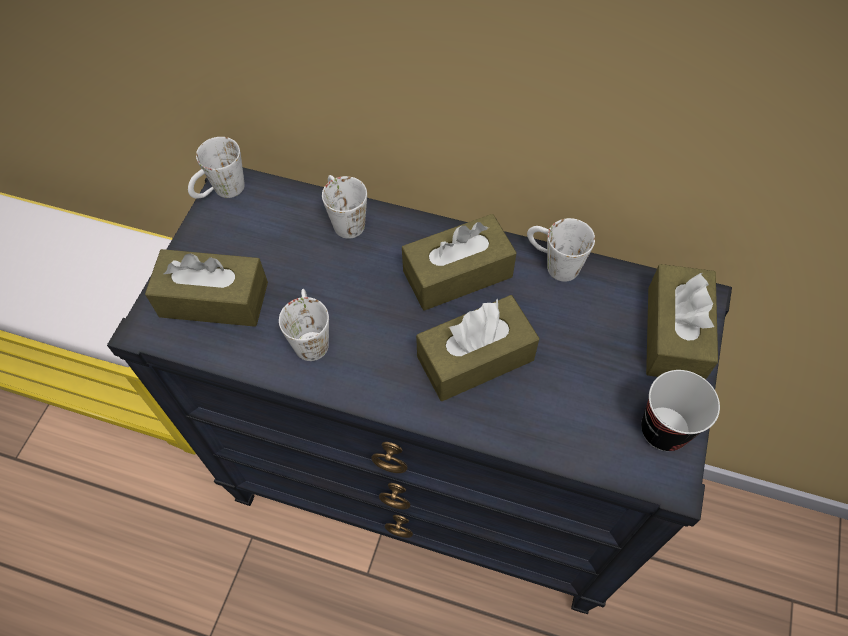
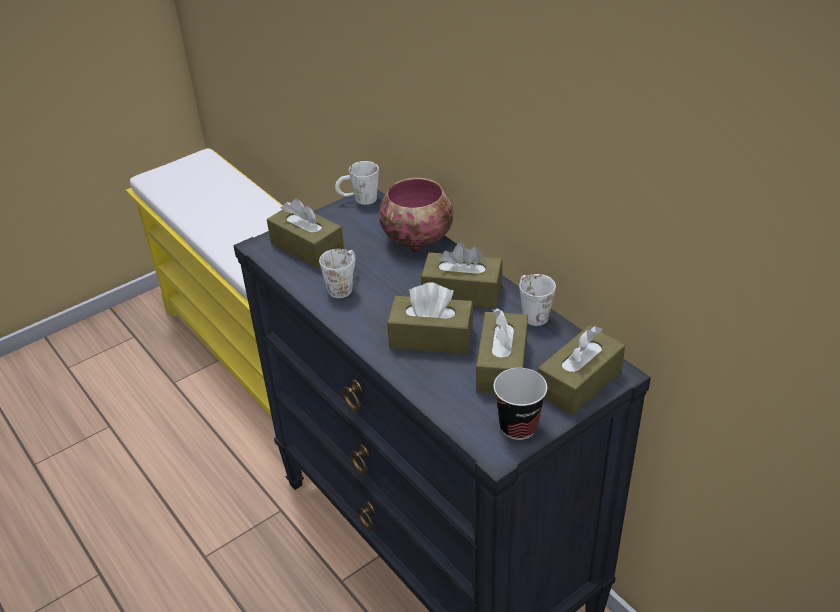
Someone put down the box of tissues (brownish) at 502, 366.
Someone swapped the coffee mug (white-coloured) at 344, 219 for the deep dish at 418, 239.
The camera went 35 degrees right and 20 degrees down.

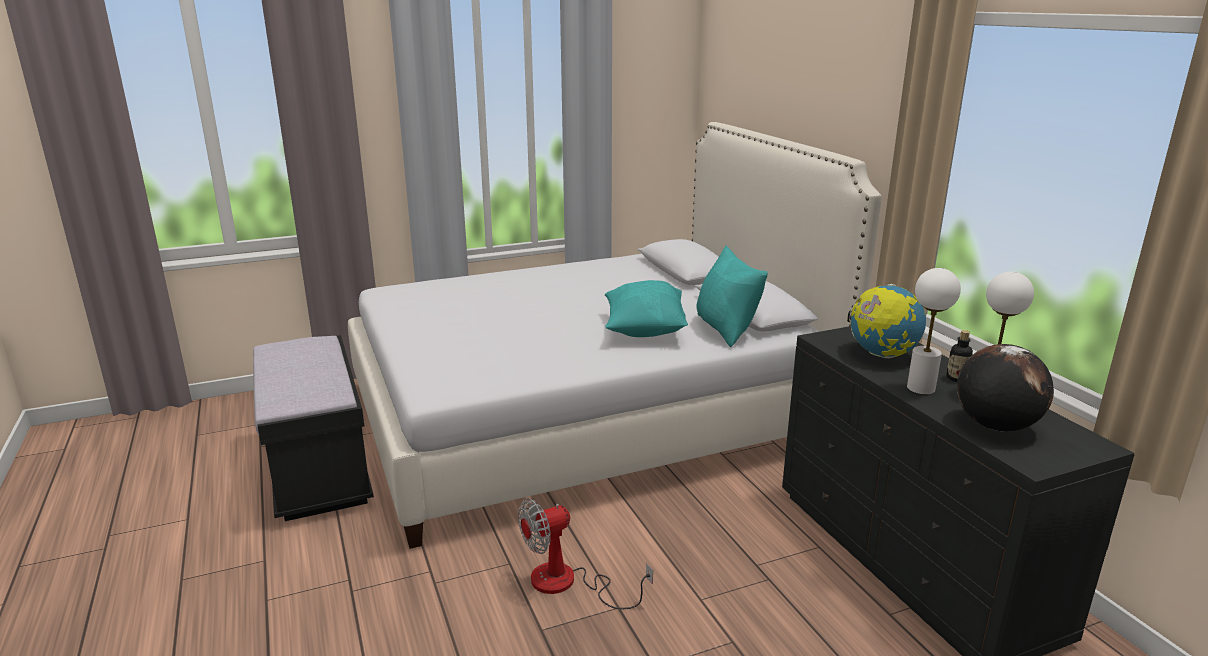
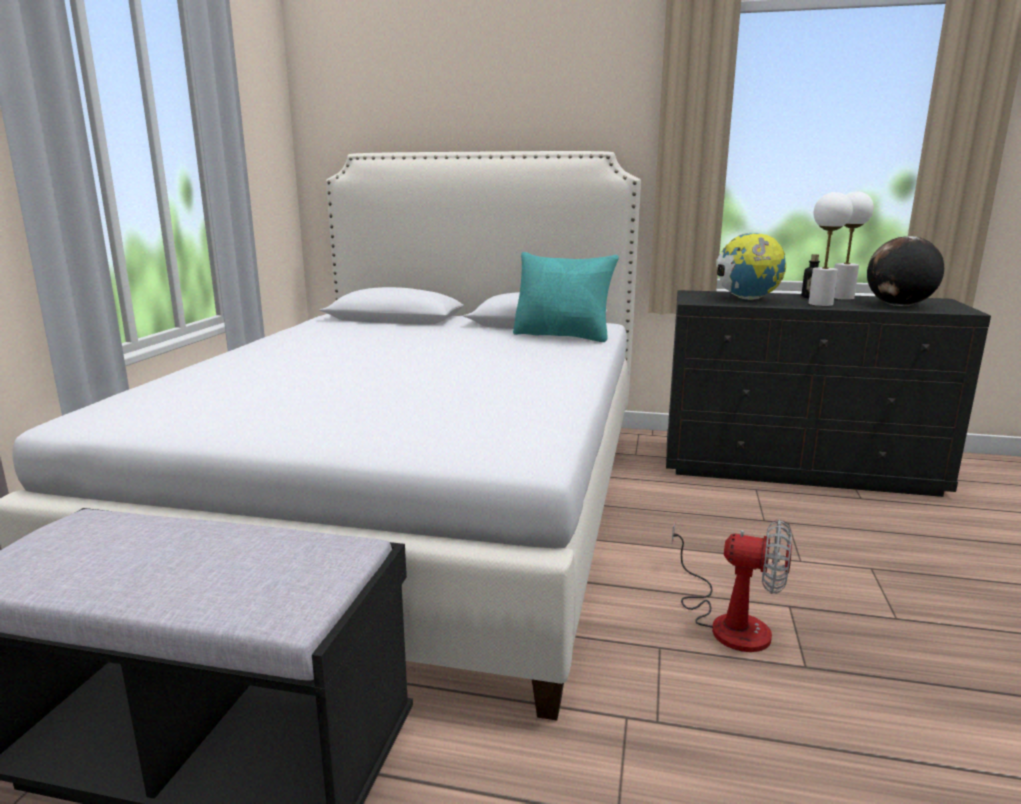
Someone took away the pillow (turquoise) at 644, 330.
Someone rotated the electric fan at 568, 583 by 75 degrees counterclockwise.
The camera went 55 degrees left and 5 degrees down.

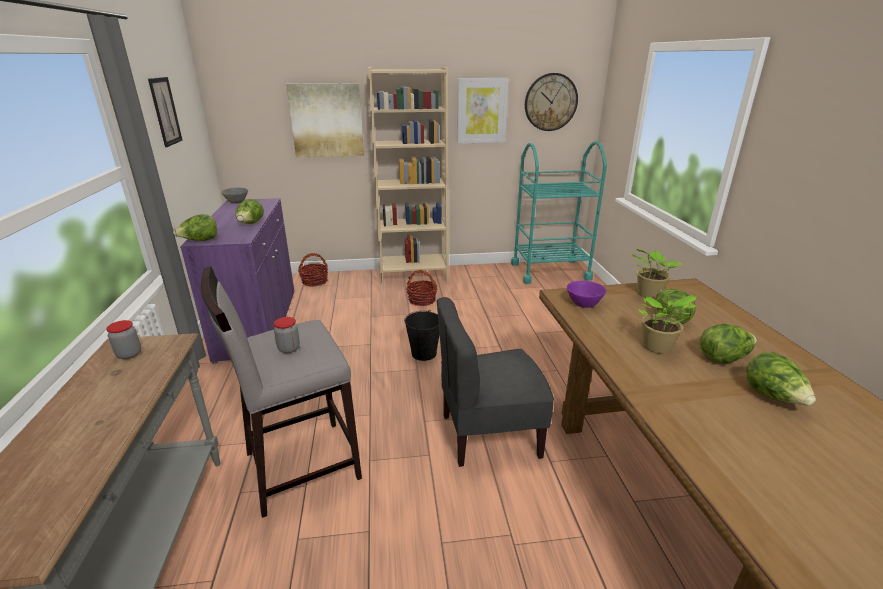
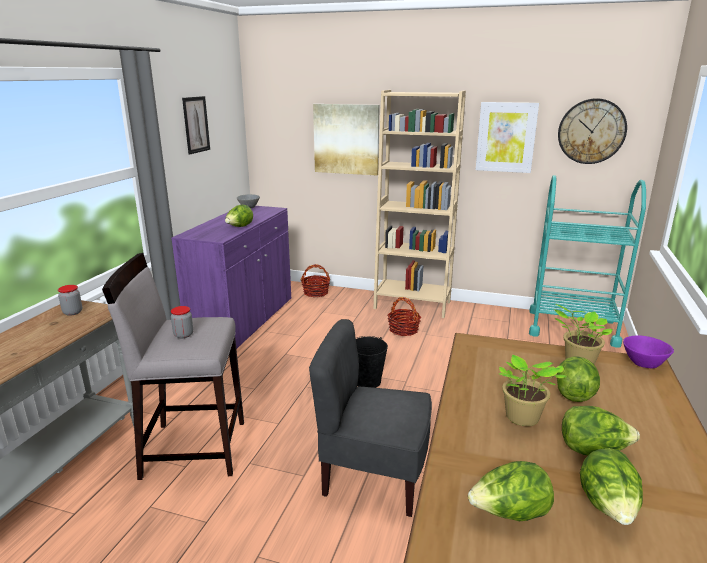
Someone carried the head of lettuce from 200, 241 to 509, 514.
Someone carried the deep dish (purplish) from 583, 303 to 643, 362.
The camera went 25 degrees right and 5 degrees down.

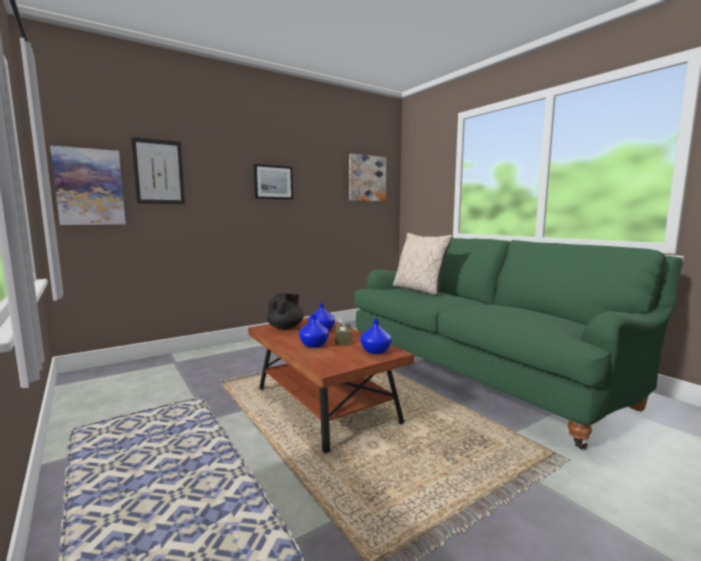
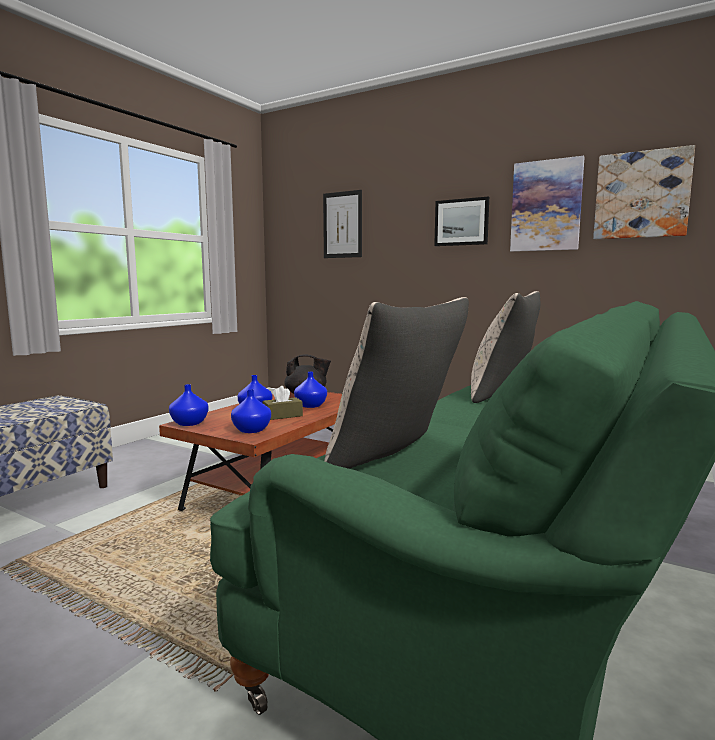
Someone put down the vase (blue) at 189, 423.
Someone put down the pillow (sand-coloured) at 396, 456.
Someone carried the wall picture from 89, 187 to 546, 206.
The camera went 65 degrees right and 0 degrees up.

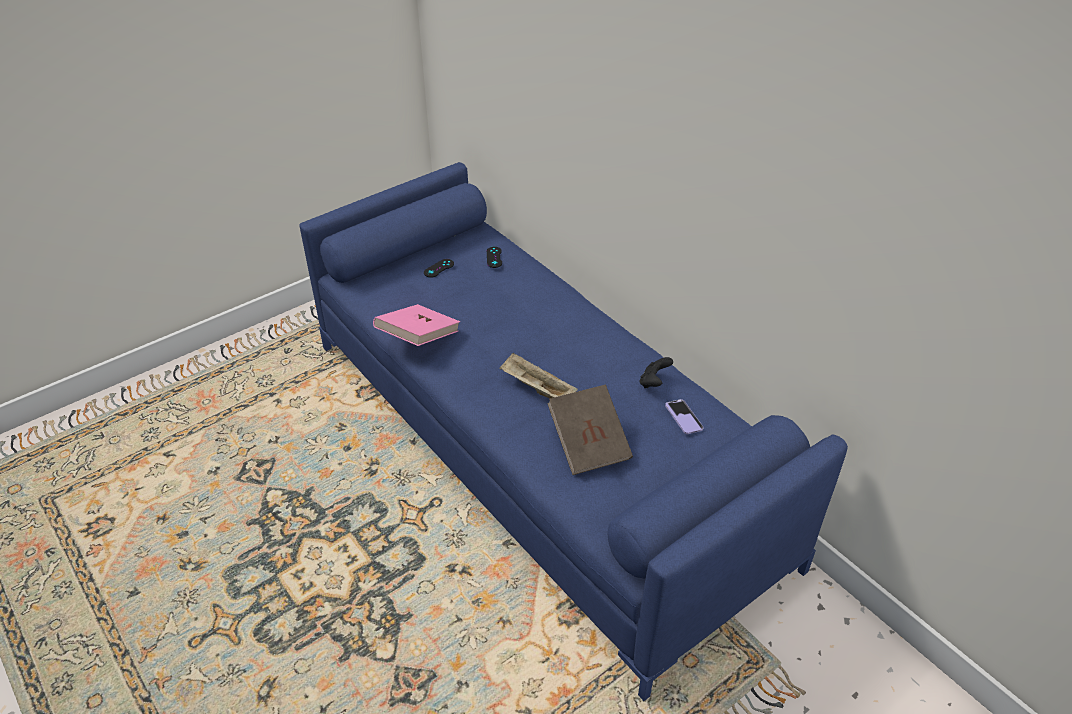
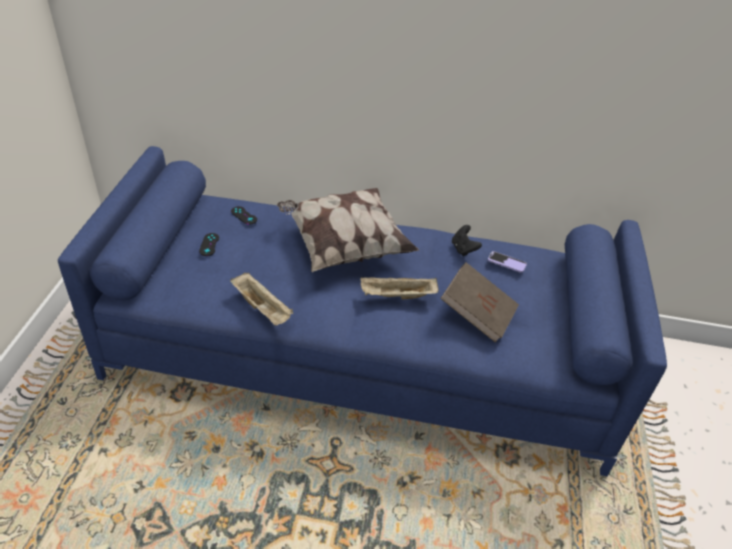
Someone put down the pillow at 344, 246.
Someone swapped the volume (pinkish) at 418, 338 for the carrying tray (sand-coloured) at 262, 308.
The camera went 45 degrees left and 0 degrees up.

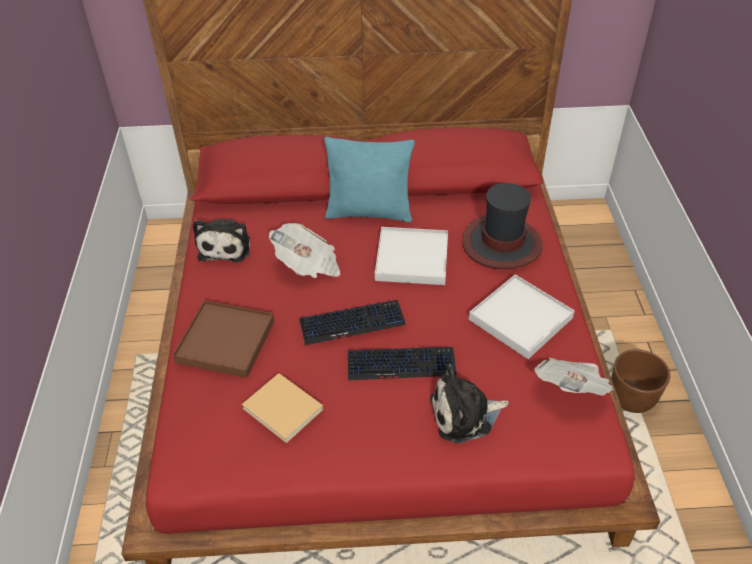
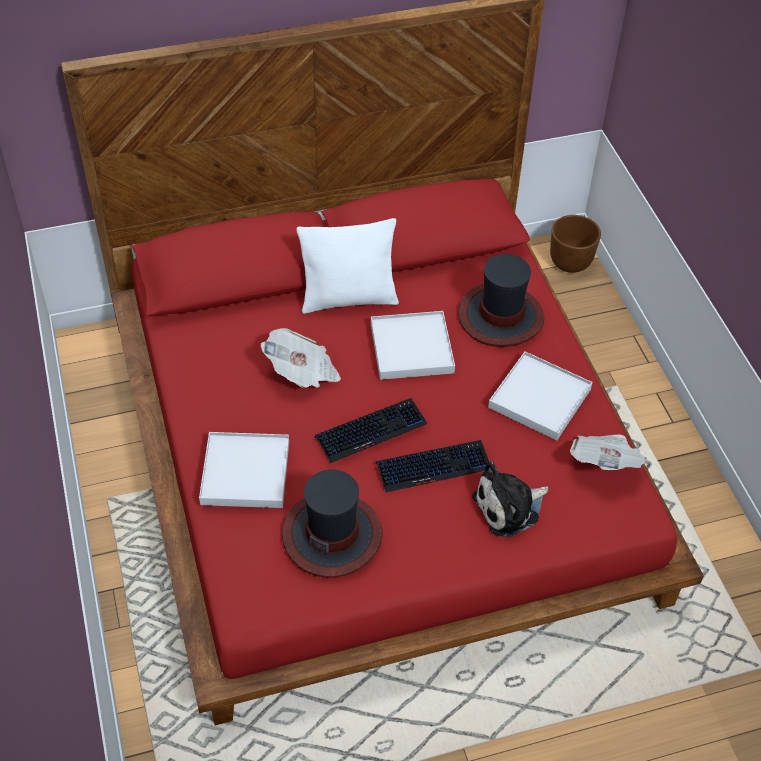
Someone took away the soft toy at 226, 246.
Someone carried the plant pot (brownish) from 631, 400 to 570, 263.
Someone swapped the volume (sand-coloured) at 284, 410 for the clothing hat at 332, 534.
Someone repainted the carrying tray (brownish) at 225, 341, which became the carrying tray (white-coloured) at 245, 472.
Someone repainted the pillow (turquoise) at 369, 212, which became the pillow (white-coloured) at 348, 299.
The camera went 15 degrees left and 5 degrees up.

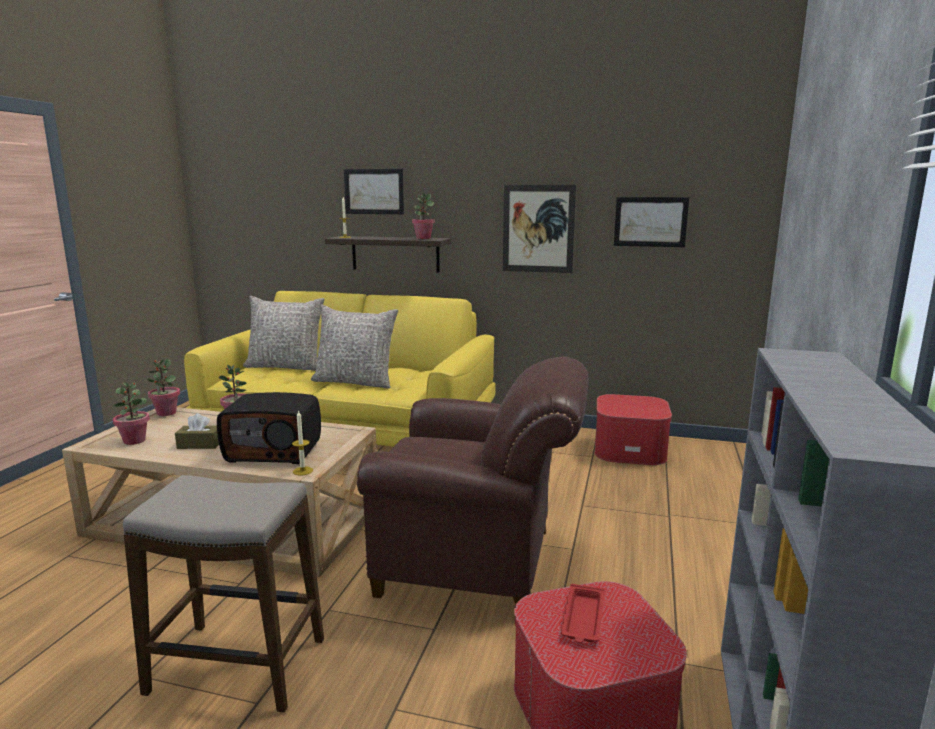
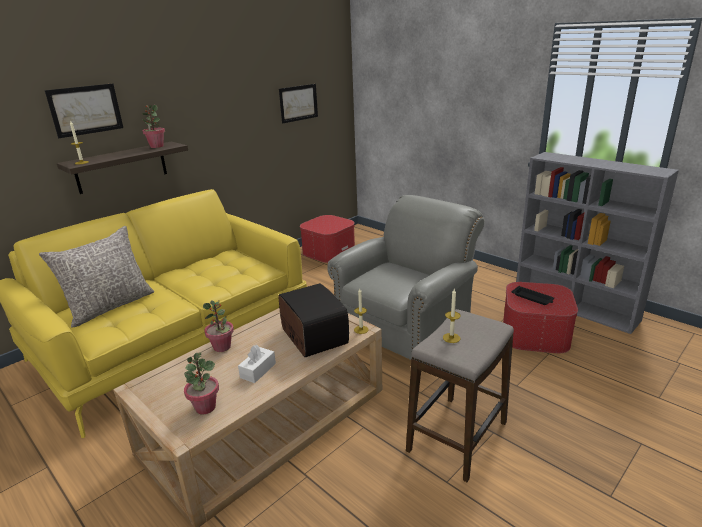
Someone took away the potted plant at 166, 413.
Someone took away the pillow (greyish) at 355, 382.
Someone took away the wall picture at 538, 229.
Someone put down the candle at 451, 338.
Someone repainted the box of tissues (brownish) at 200, 445, which became the box of tissues (white-coloured) at 258, 370.
Someone repainted the armchair (brownish) at 477, 562, which became the armchair (greyish) at 408, 331.
Someone repainted the carrying tray (reddish) at 583, 619, which became the carrying tray (black-coloured) at 533, 298.
Someone rotated the radio at 274, 451 by 60 degrees counterclockwise.
The camera went 60 degrees left and 10 degrees up.

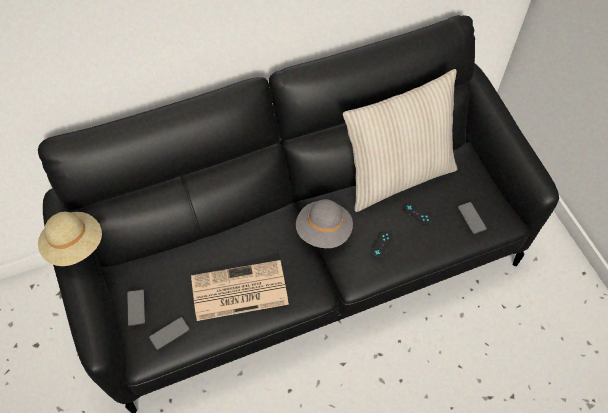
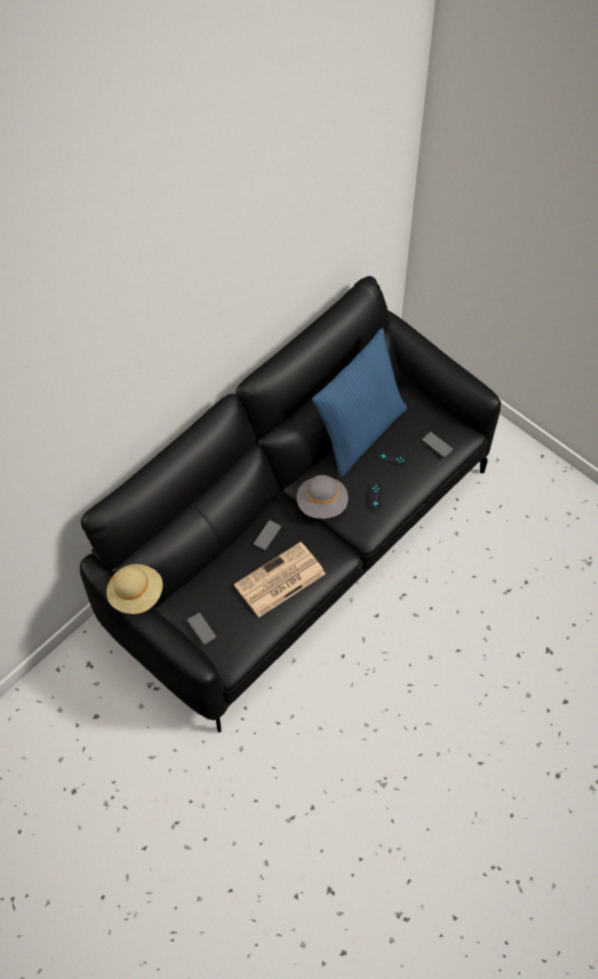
Someone carried the handset from 169, 333 to 267, 535.
Someone repainted the pillow (sand-coloured) at 397, 175, which became the pillow (blue) at 359, 432.
The camera went 25 degrees left and 0 degrees up.

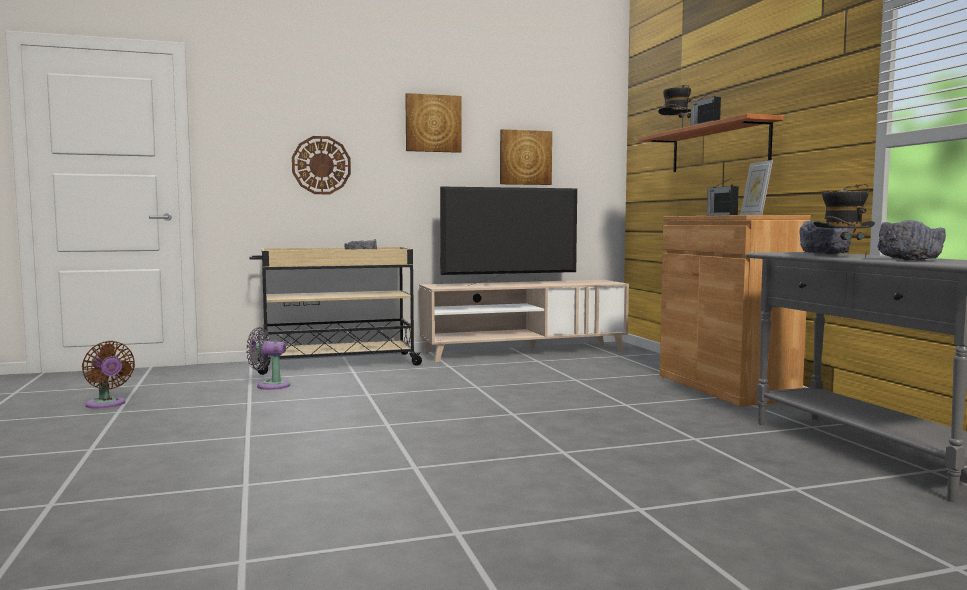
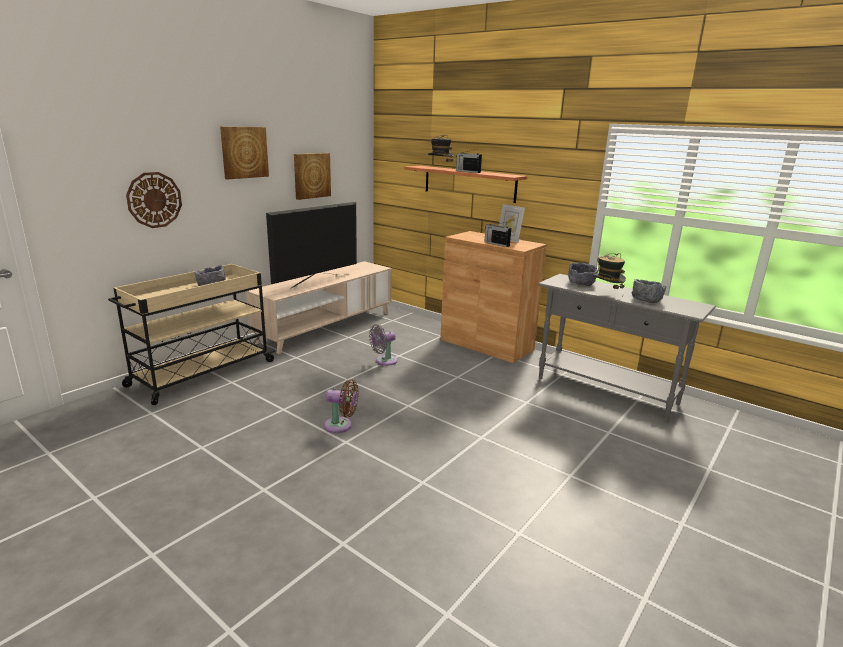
Someone carried the electric fan (brownish) from 107, 404 to 341, 426.
Someone carried the electric fan (greyish) from 269, 385 to 384, 361.
The camera went 35 degrees left and 15 degrees up.

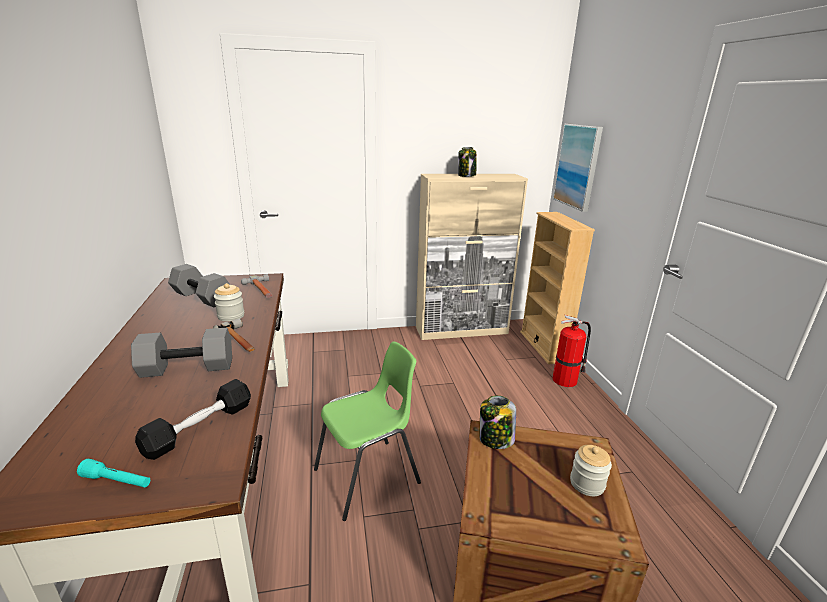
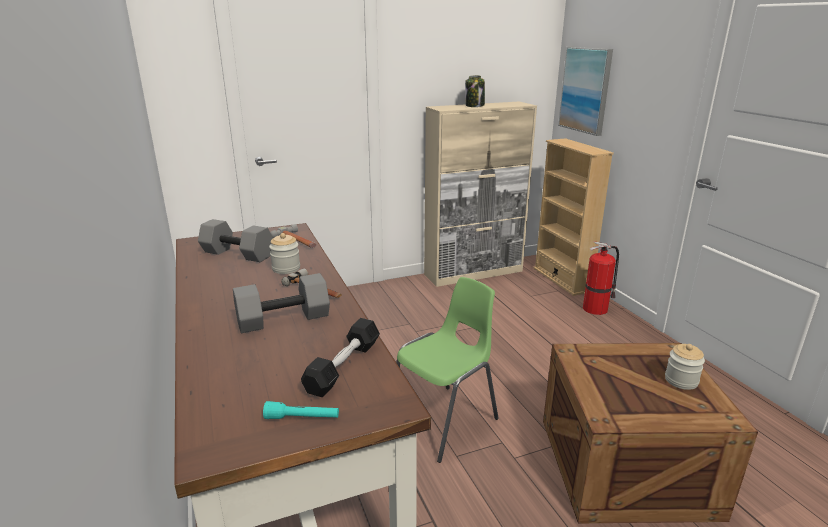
Someone took away the jar at 495, 440.
The camera went 10 degrees left and 0 degrees up.

